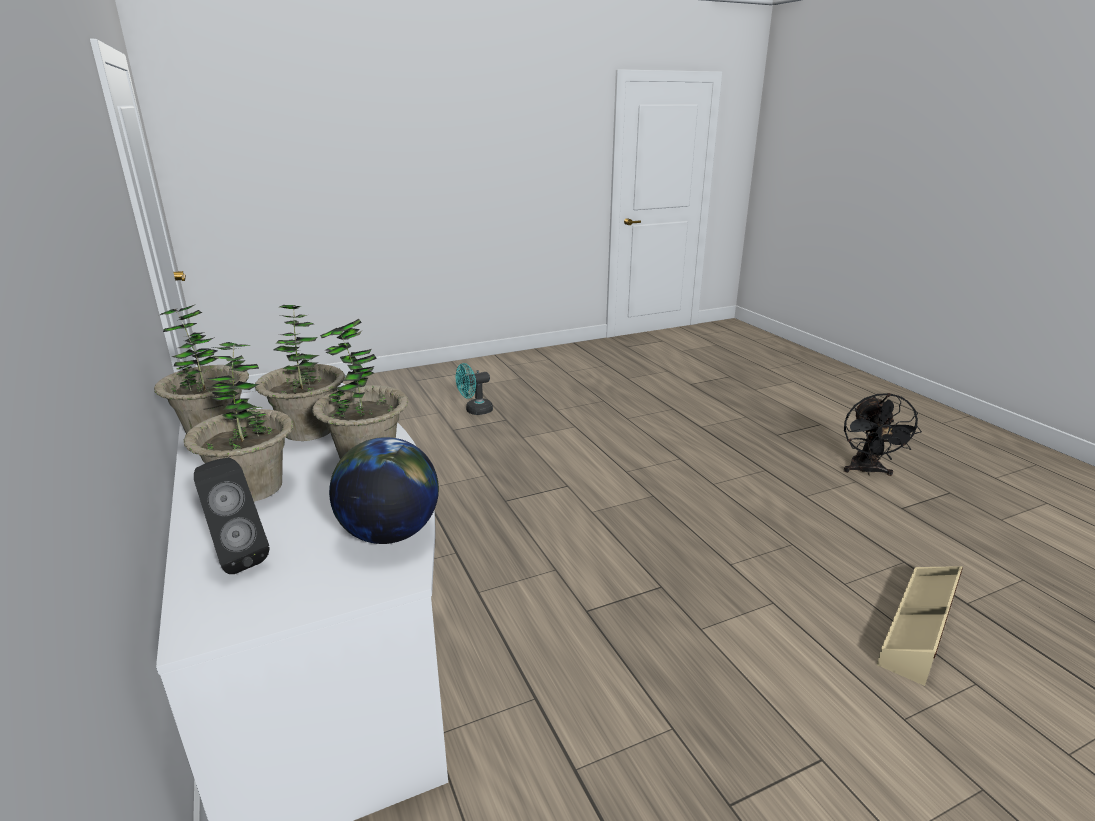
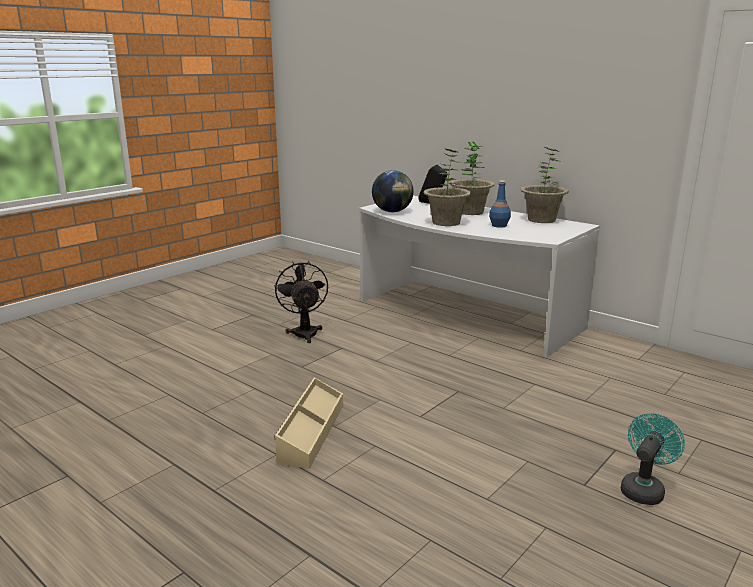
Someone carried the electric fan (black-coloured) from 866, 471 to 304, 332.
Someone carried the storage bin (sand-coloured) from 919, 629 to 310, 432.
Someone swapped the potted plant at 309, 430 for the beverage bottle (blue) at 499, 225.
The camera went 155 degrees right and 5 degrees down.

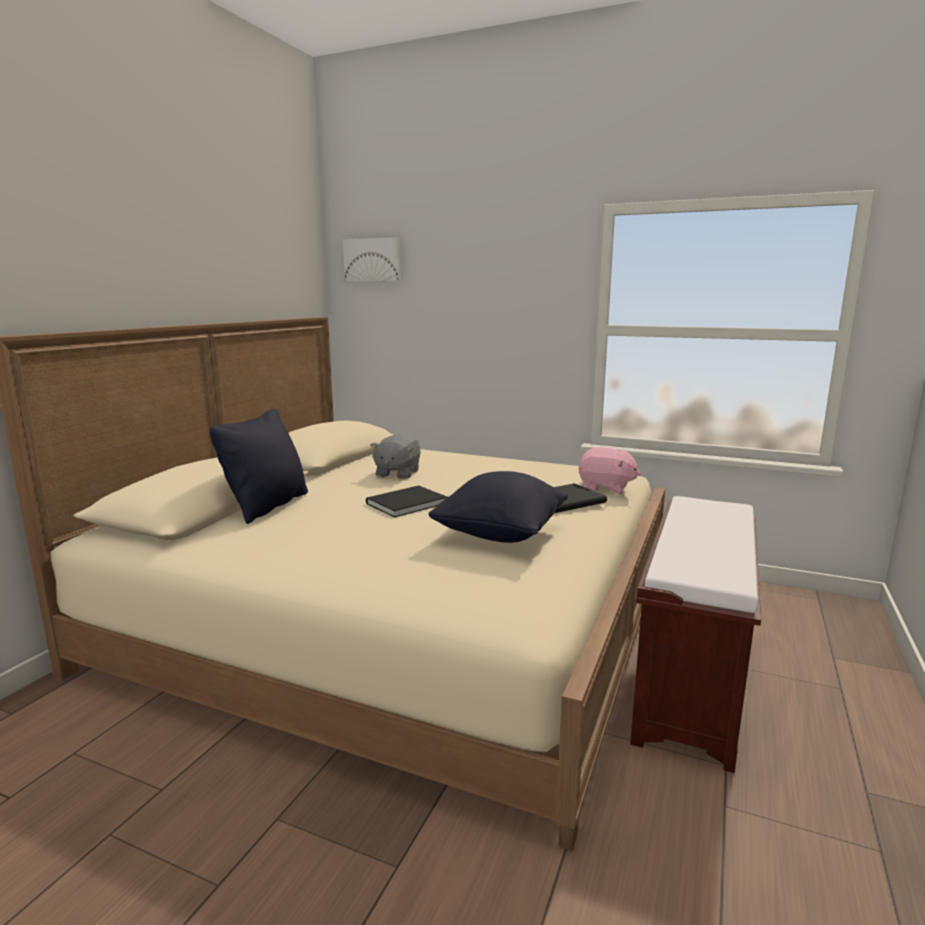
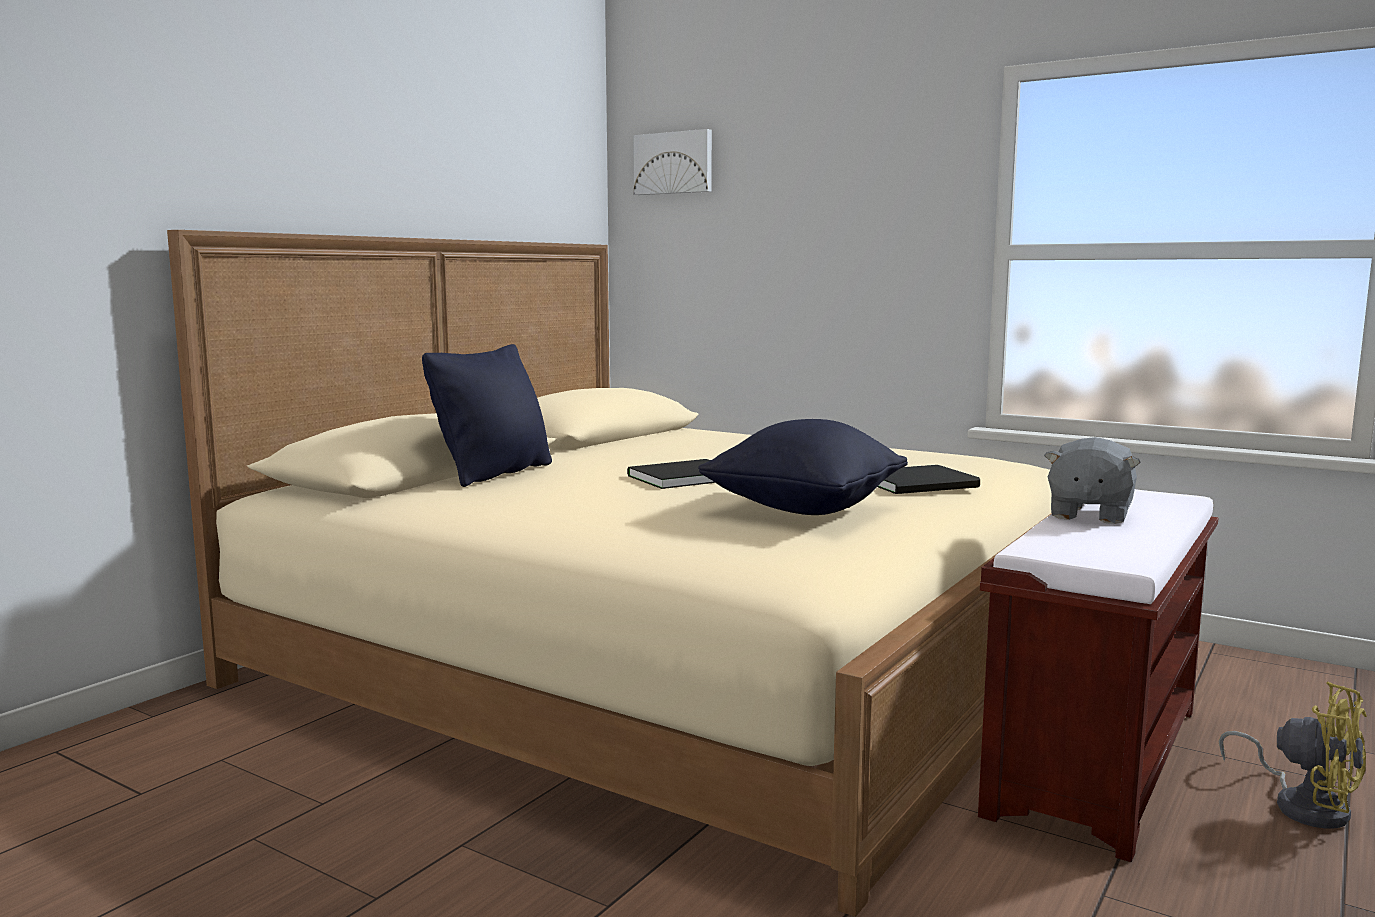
Someone took away the soft toy (pinkish) at 606, 488.
Someone put down the electric fan (yellow) at 1303, 805.
Someone carried the soft toy (greyish) from 397, 473 to 1088, 514.
The camera went 10 degrees right and 5 degrees down.

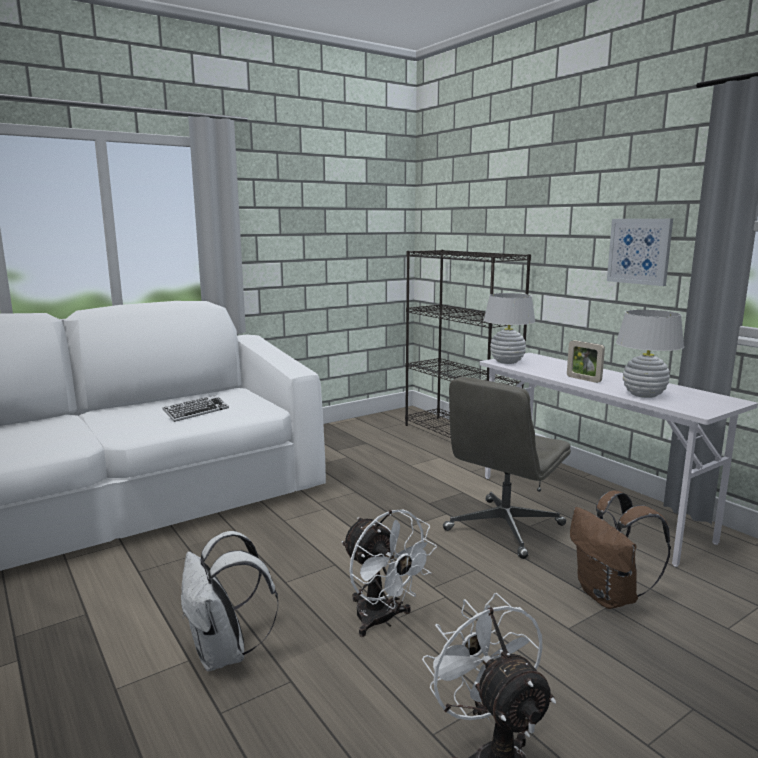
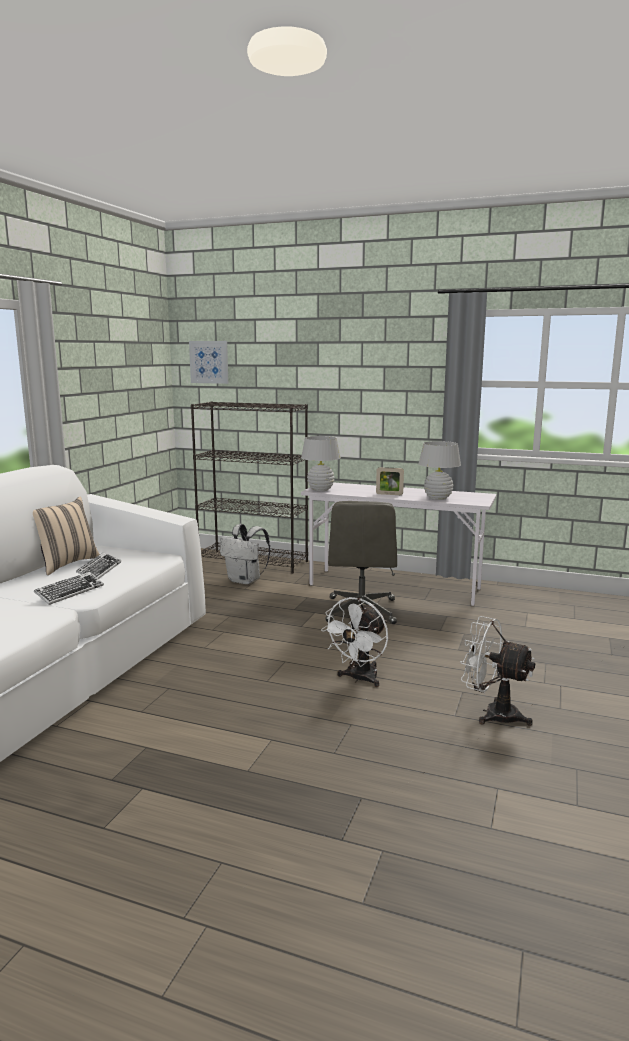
Someone took away the rucksack (brownish) at 610, 597.
Someone put down the pillow (sand-coloured) at 66, 564.
Someone put down the keyboard at 70, 592.
Someone carried the rucksack (white-coloured) from 224, 654 to 245, 581.
Someone carried the wall picture from 639, 251 to 209, 362.
Someone rotated the electric fan (white-coloured) at 382, 620 by 105 degrees clockwise.
The camera went 35 degrees left and 0 degrees up.

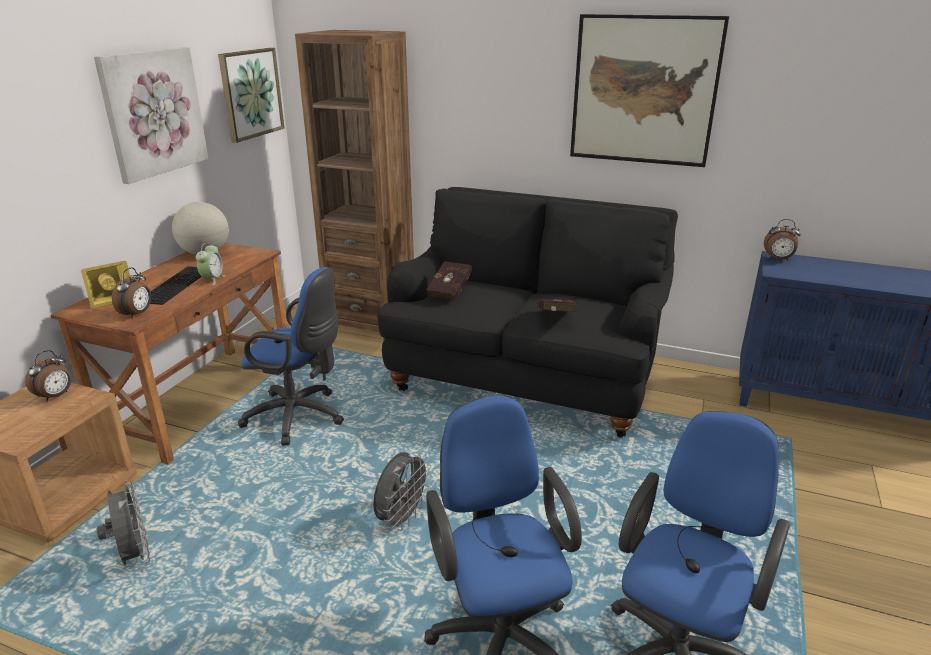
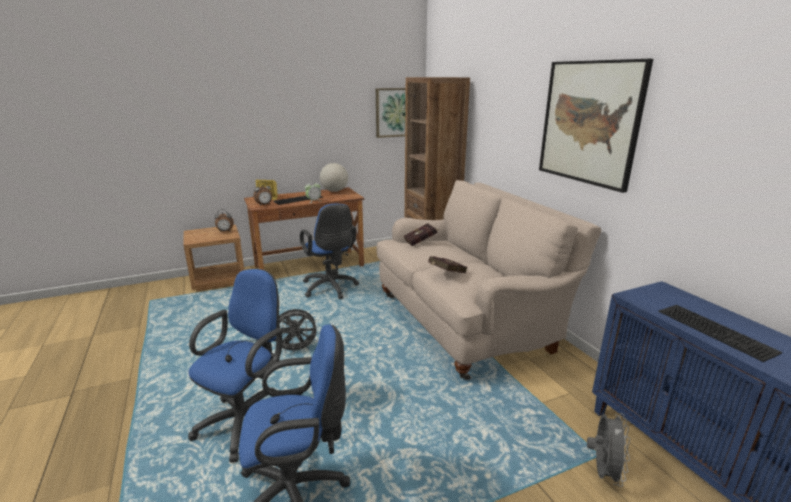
Someone took away the wall picture at 153, 113.
Someone took away the table clock at 778, 259.
Someone put down the keyboard at 717, 331.
Someone carried the electric fan (greyish) from 134, 556 to 602, 472.
Someone repainted the sofa (black-coloured) at 527, 377, which became the sofa (sand-coloured) at 467, 321.
The camera went 45 degrees right and 5 degrees down.

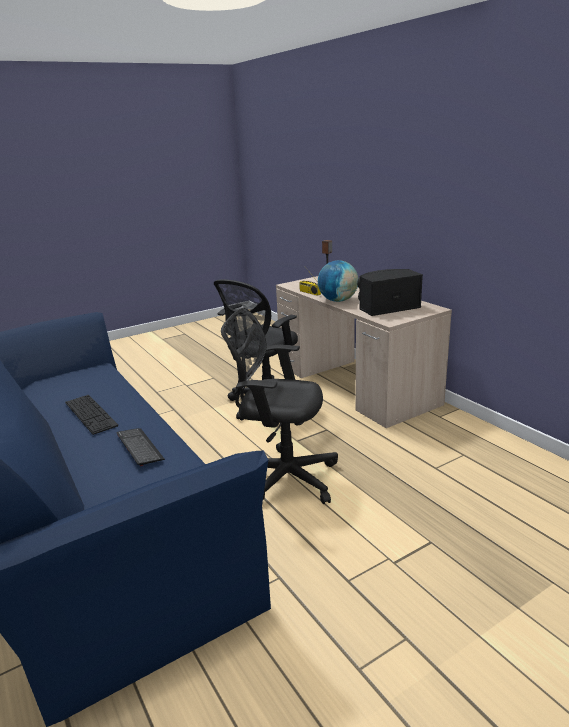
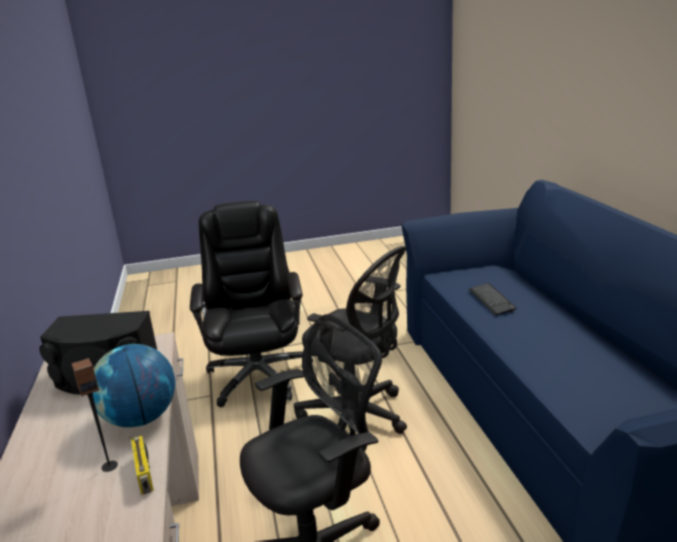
Someone took away the keyboard at 90, 414.
Someone put down the office chair (black-coloured) at 258, 375.
The camera went 160 degrees left and 0 degrees up.

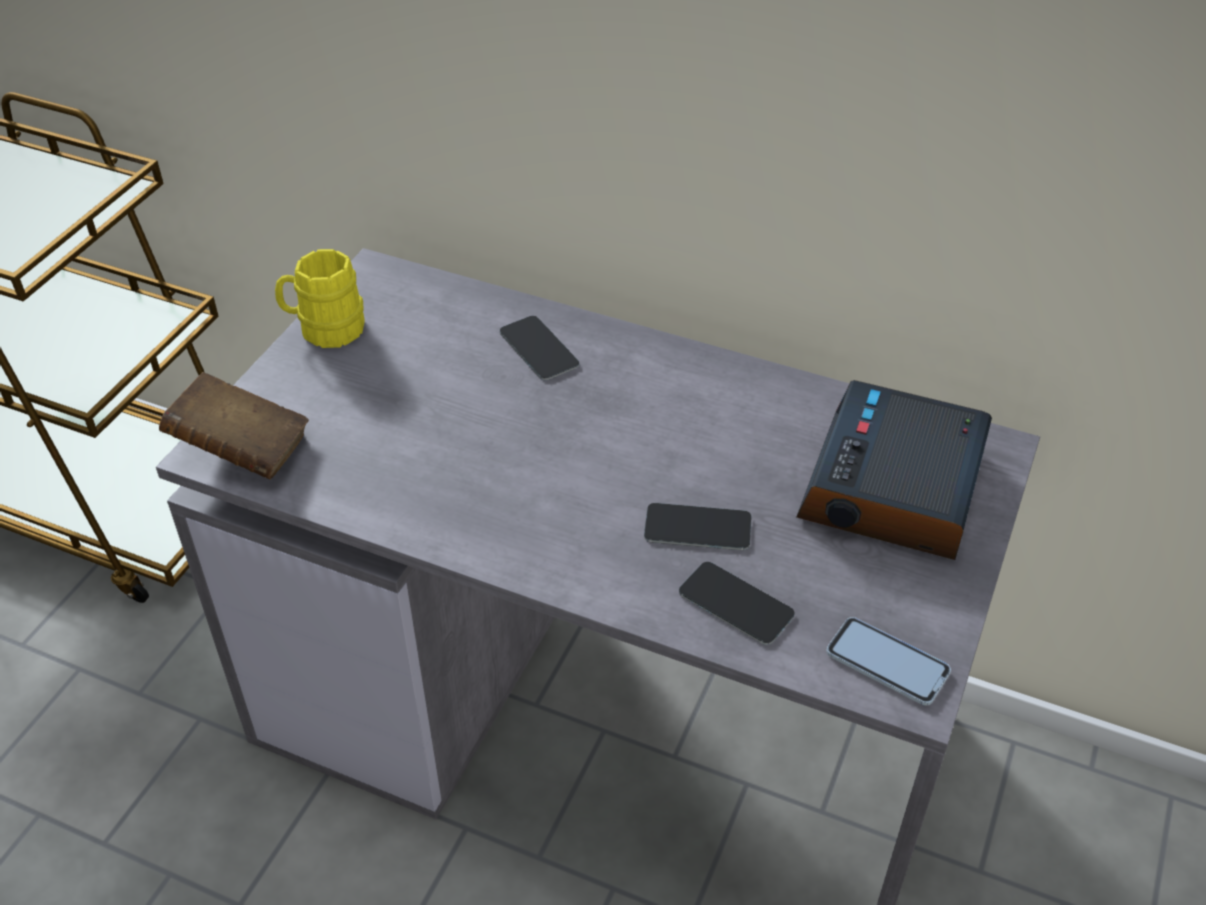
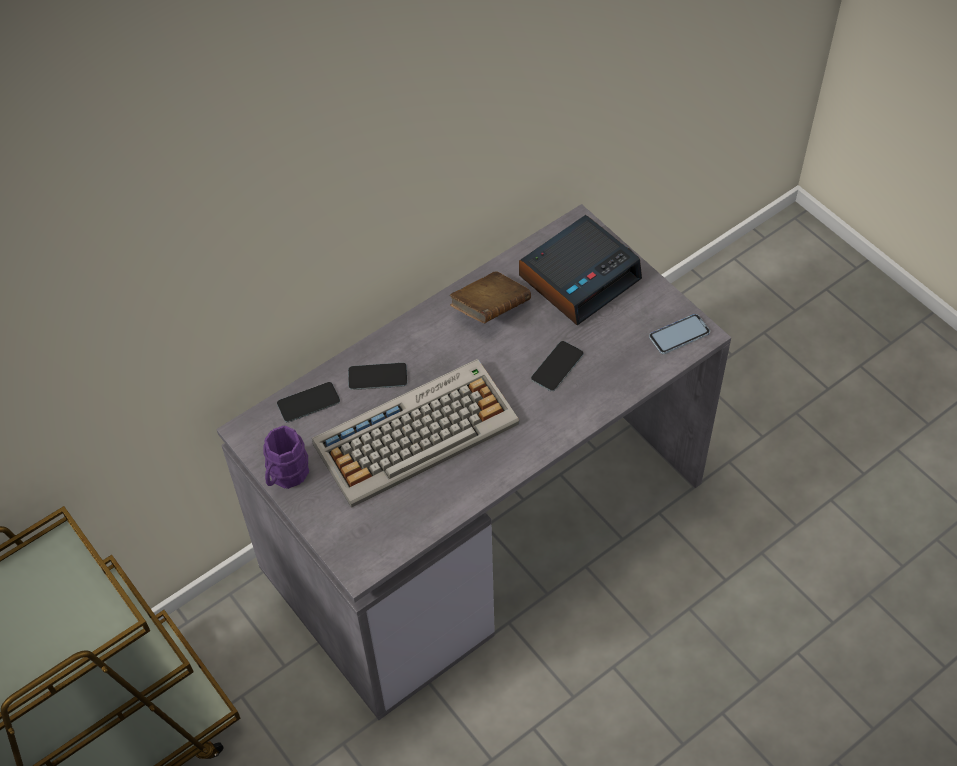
Someone put down the keyboard at 417, 432.
Someone carried the volume (brownish) from 241, 449 to 490, 309.
Someone carried the handset from 736, 604 to 308, 402.
Someone repainted the coffee mug (yellow) at 324, 329, which became the coffee mug (purplish) at 285, 475.
Someone rotated the table clock at 894, 488 by 90 degrees counterclockwise.
The camera went 60 degrees left and 10 degrees up.

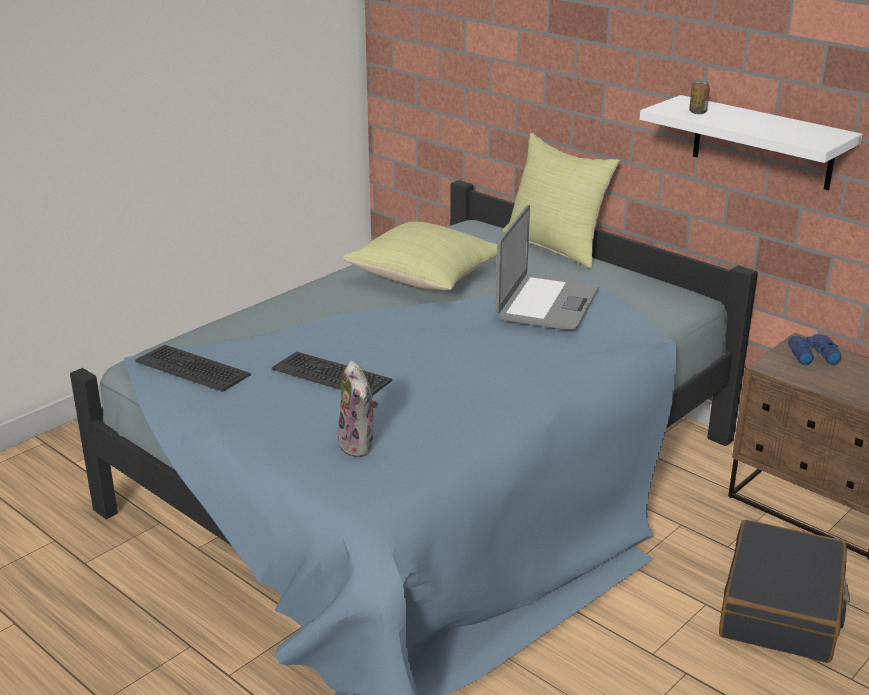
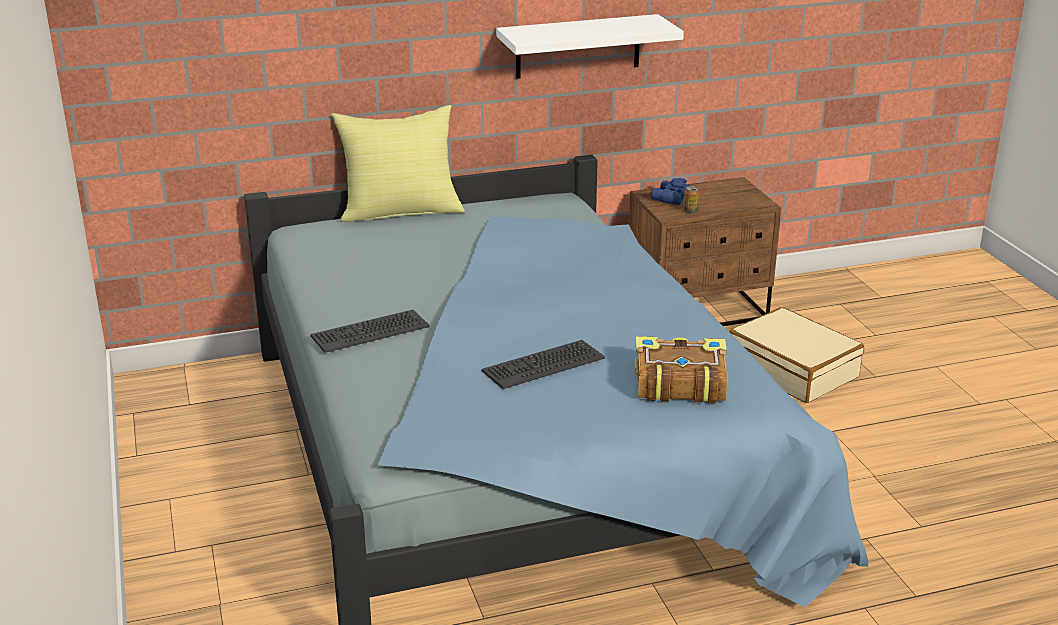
Someone took away the pillow (yellow) at 428, 278.
Someone took away the laptop at 546, 304.
Someone carried the keyboard from 193, 368 to 370, 331.
Someone carried the sealed can from 697, 112 to 690, 211.
Someone swapped the soft toy at 359, 446 for the volume at 678, 383.
Someone repainted the travel case (black-coloured) at 782, 608, which became the travel case (sand-coloured) at 792, 370.
The camera went 60 degrees left and 0 degrees up.

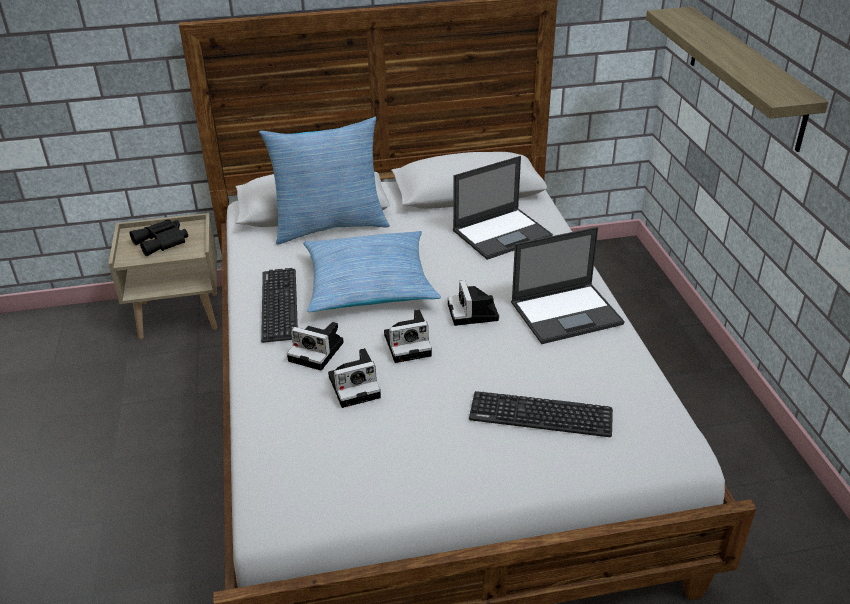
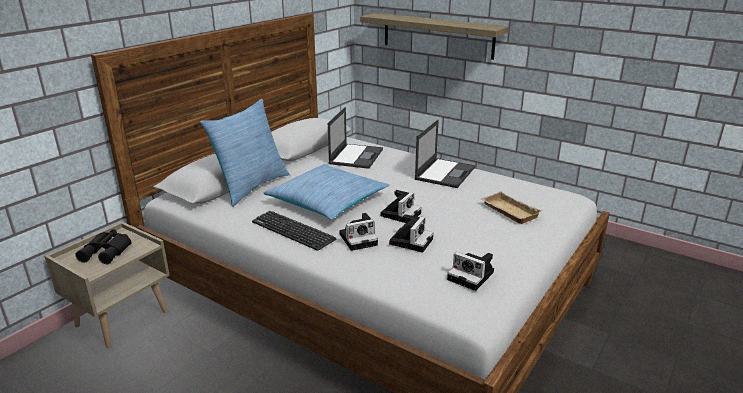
Someone carried the still camera from 474, 313 to 472, 276.
Someone swapped the keyboard at 540, 415 for the carrying tray (sand-coloured) at 508, 211.
The camera went 45 degrees left and 10 degrees down.

